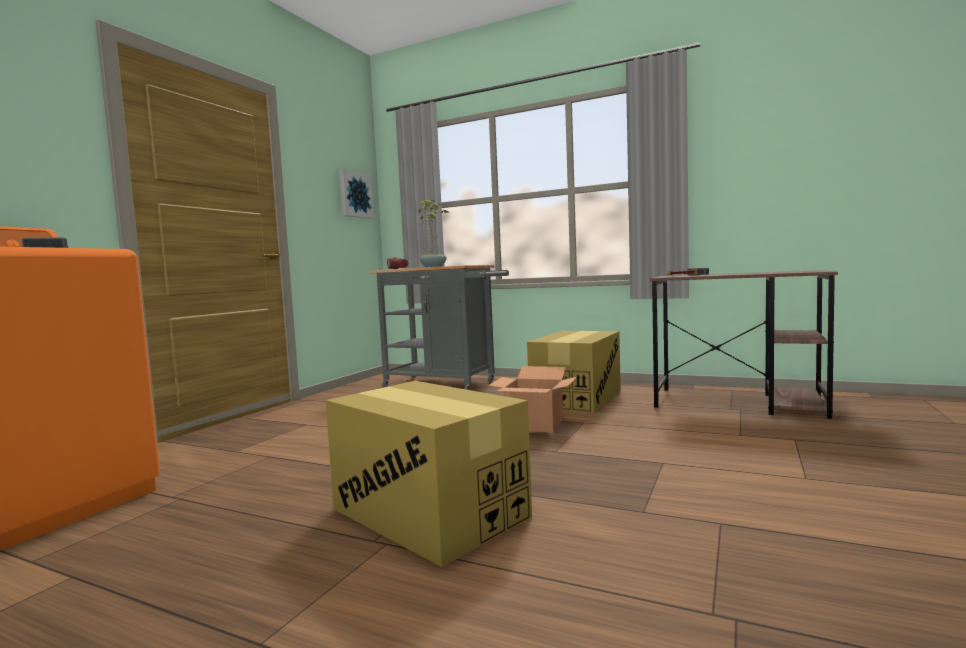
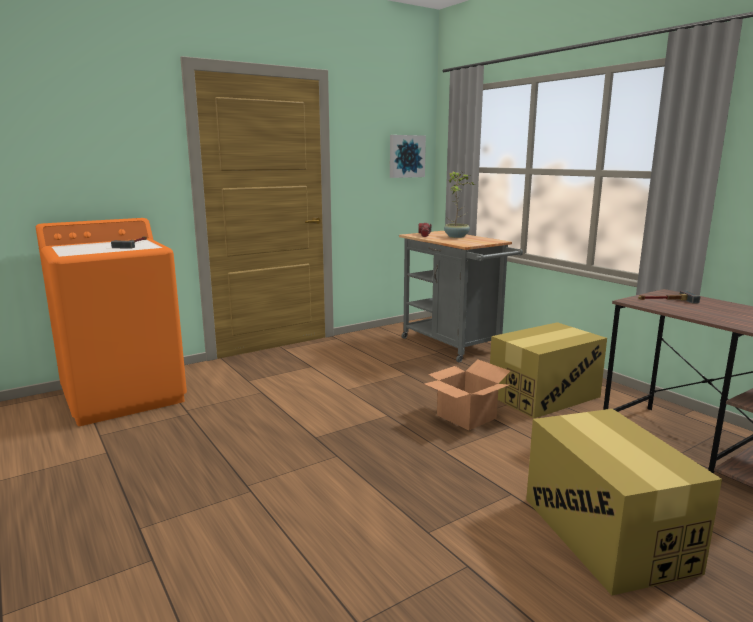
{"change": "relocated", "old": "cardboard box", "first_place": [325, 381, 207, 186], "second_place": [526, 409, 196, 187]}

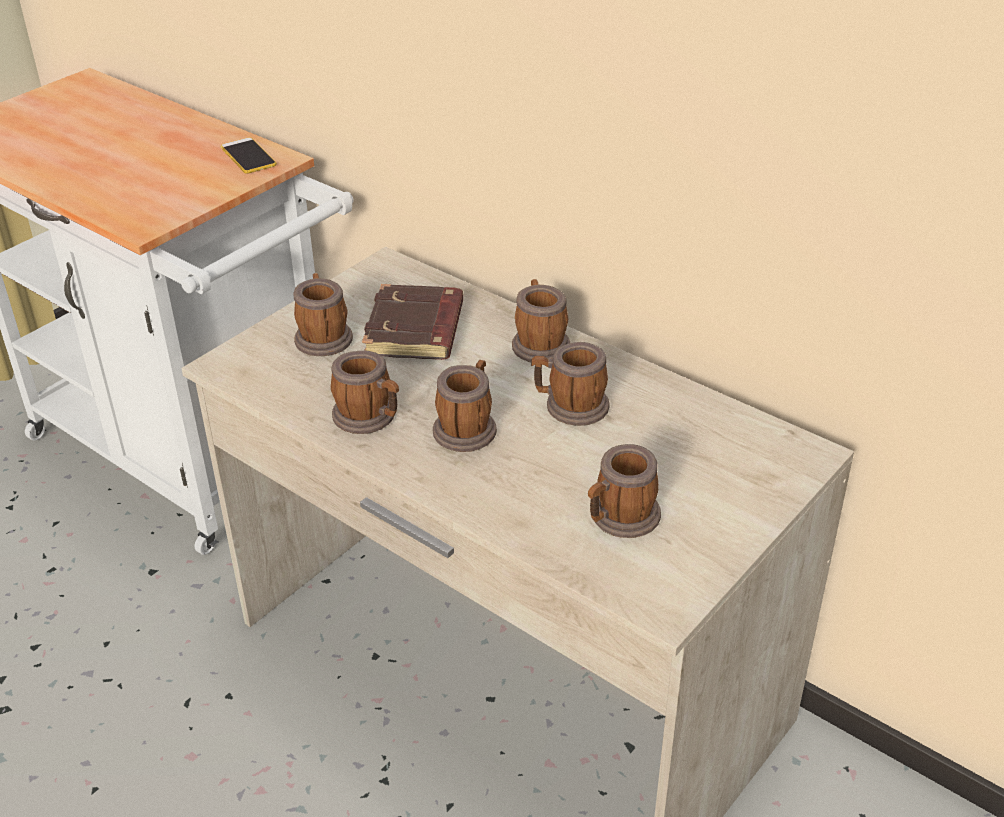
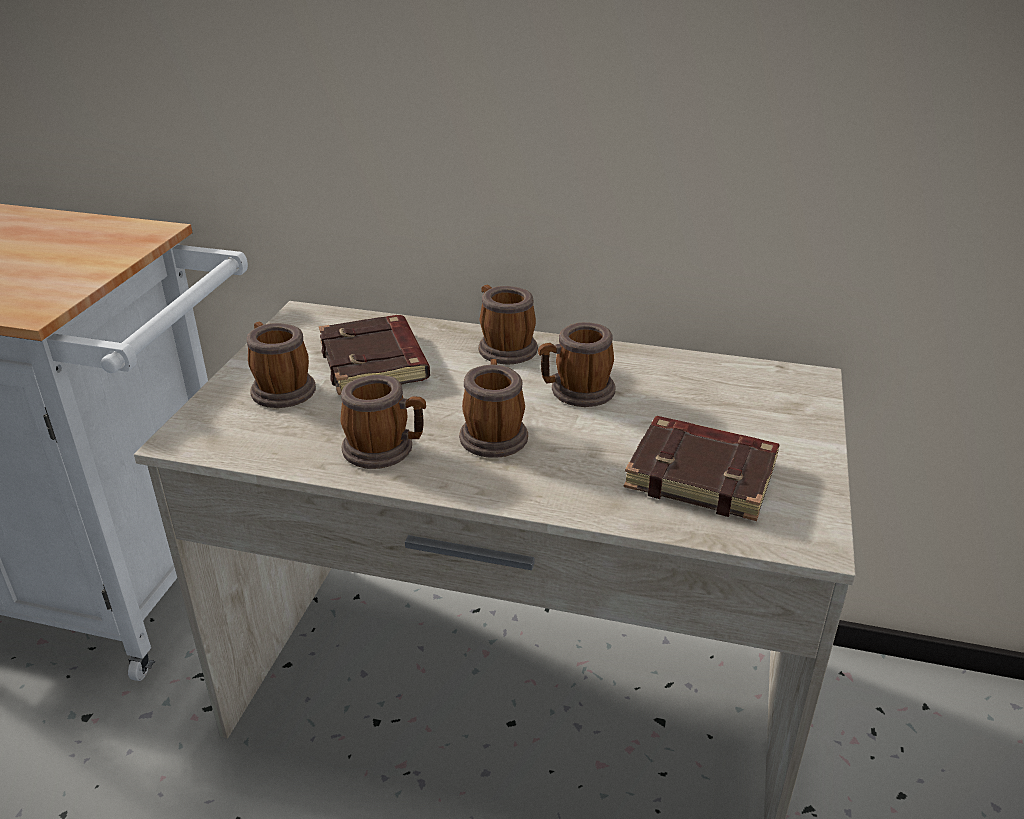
{"change": "missing", "old": "phone", "first_place": [221, 137, 56, 37]}
{"change": "exchanged", "old": "mug", "new": "brown book", "first_place": [588, 444, 73, 94], "second_place": [624, 416, 155, 105]}

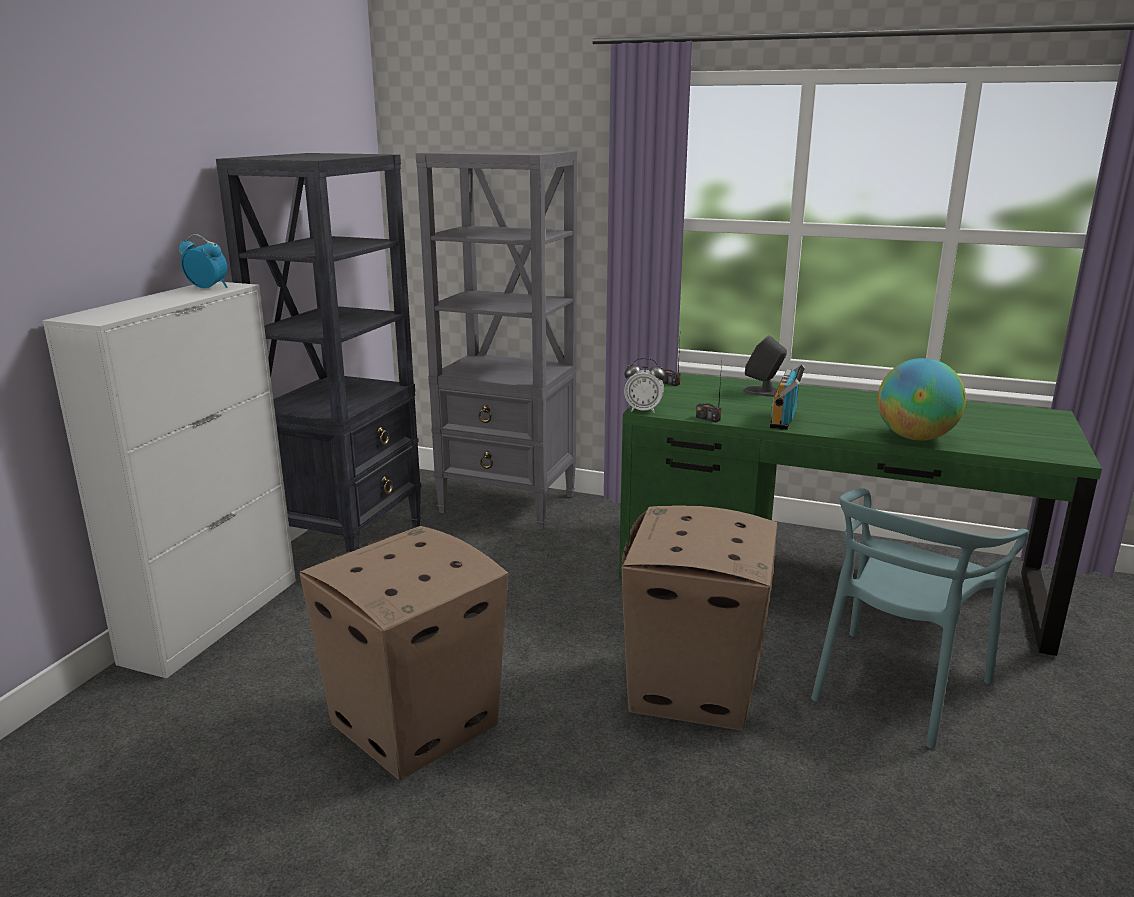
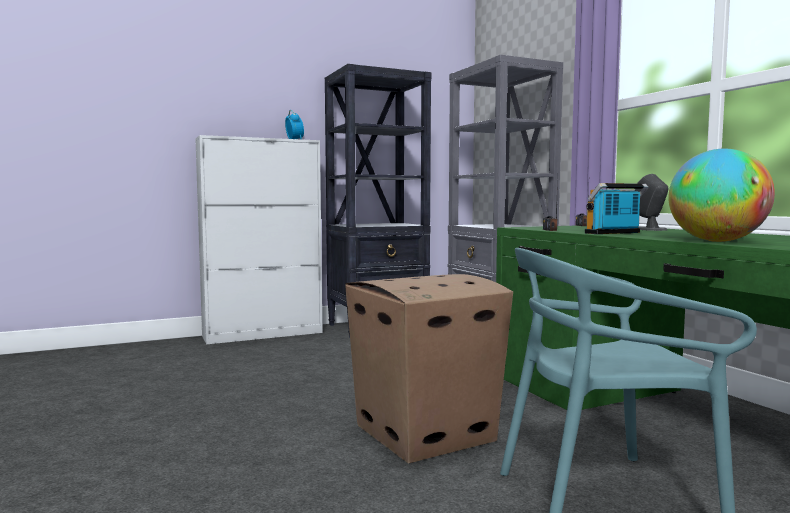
{"change": "missing", "old": "cardboard box", "first_place": [300, 526, 208, 255]}
{"change": "missing", "old": "alarm clock", "first_place": [624, 358, 41, 55]}

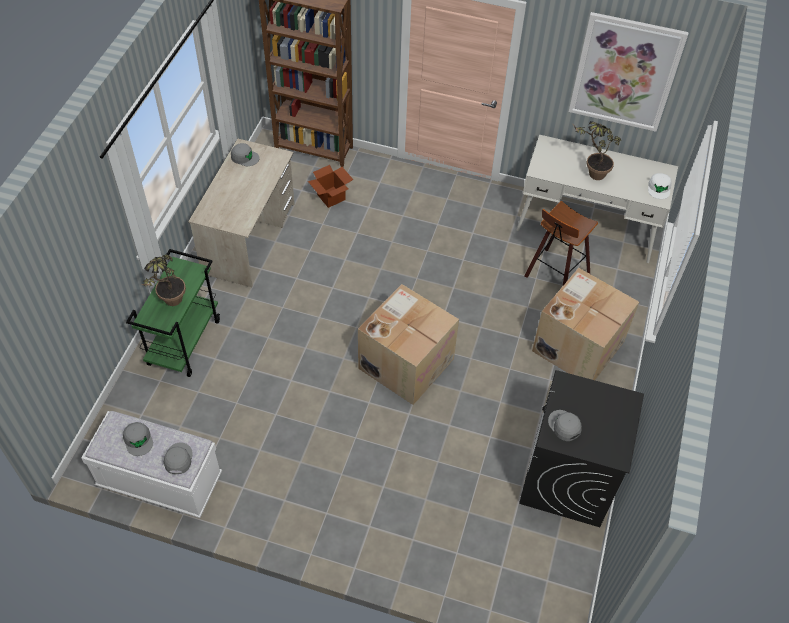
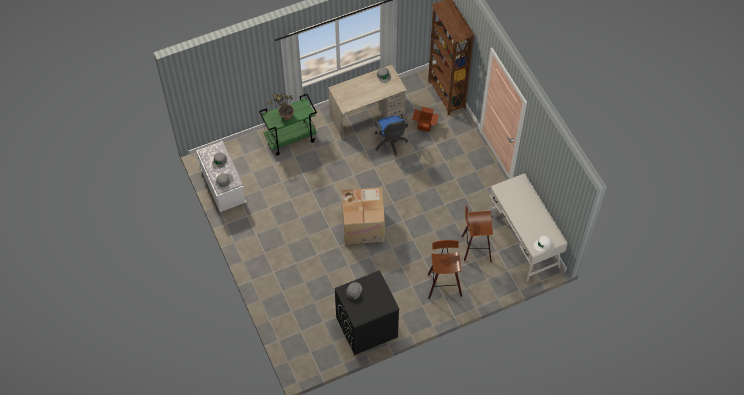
{"change": "missing", "old": "picture", "first_place": [569, 12, 120, 120]}
{"change": "missing", "old": "potted plant", "first_place": [572, 121, 49, 59]}
{"change": "appeared", "new": "blue office chair", "second_place": [374, 113, 34, 43]}
{"change": "exchanged", "old": "cardboard box", "new": "stool", "first_place": [532, 268, 107, 112], "second_place": [428, 240, 34, 59]}

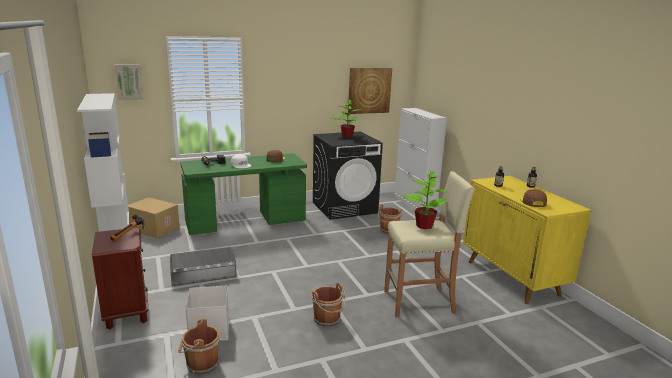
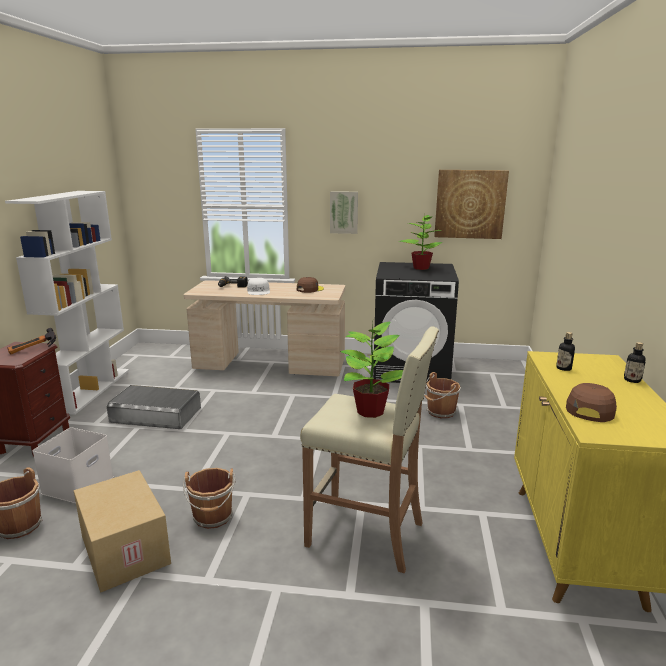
{"change": "missing", "old": "white cabinet", "first_place": [394, 108, 53, 103]}
{"change": "relocated", "old": "picture", "first_place": [115, 65, 29, 35], "second_place": [330, 191, 28, 43]}
{"change": "relocated", "old": "cardboard box", "first_place": [128, 197, 52, 41], "second_place": [74, 470, 97, 122]}
{"change": "colour", "old": "green desk", "new": "beige desk", "first_place": [180, 153, 127, 82], "second_place": [184, 280, 161, 96]}

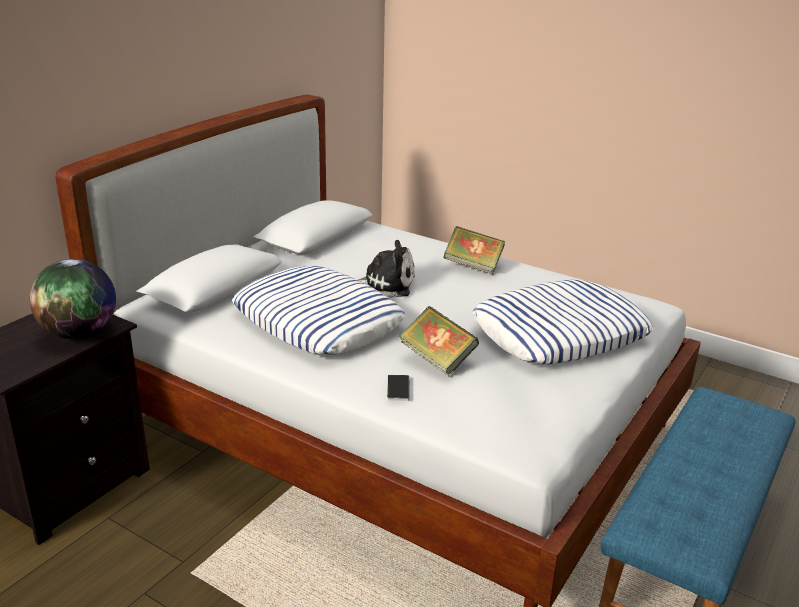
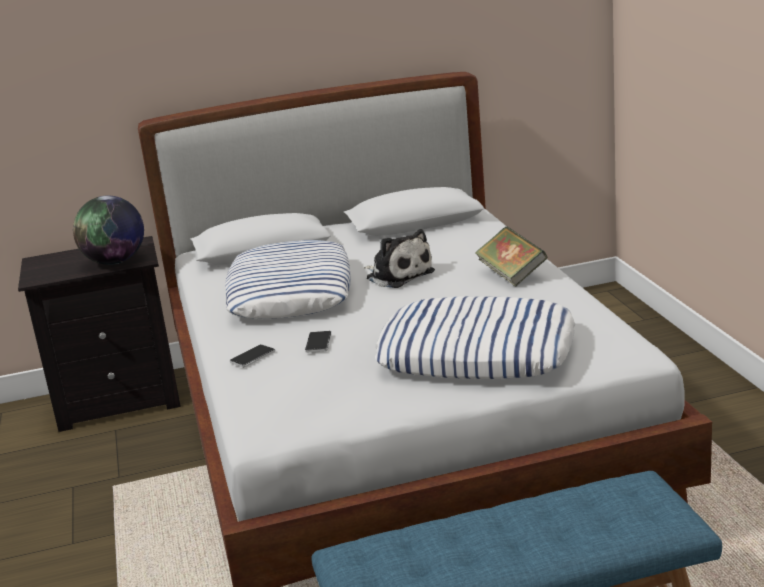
{"change": "exchanged", "old": "book", "new": "phone", "first_place": [399, 306, 80, 70], "second_place": [305, 331, 26, 22]}

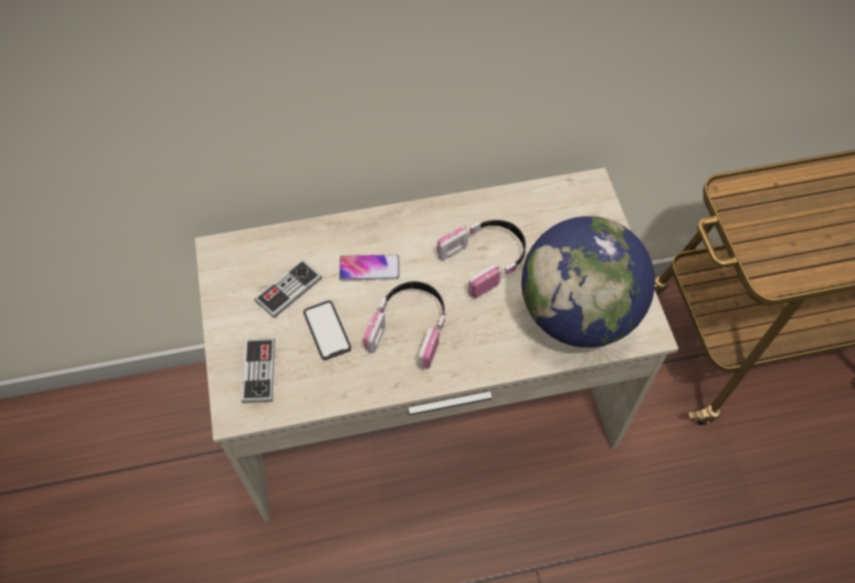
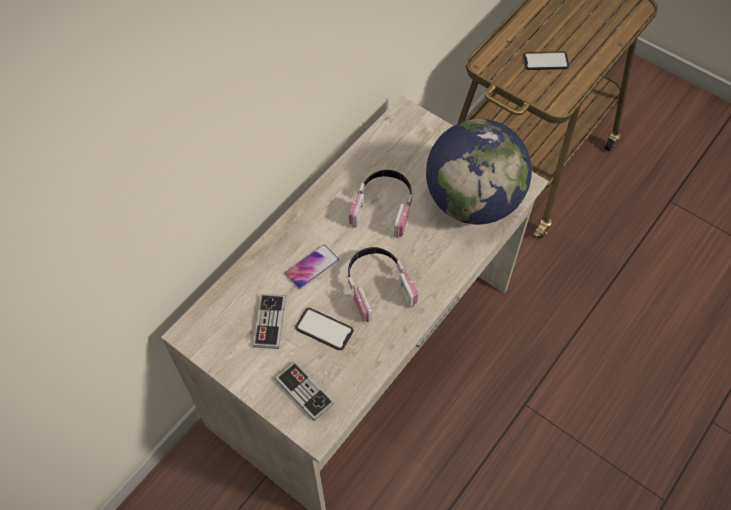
{"change": "appeared", "new": "phone", "second_place": [523, 51, 46, 19]}

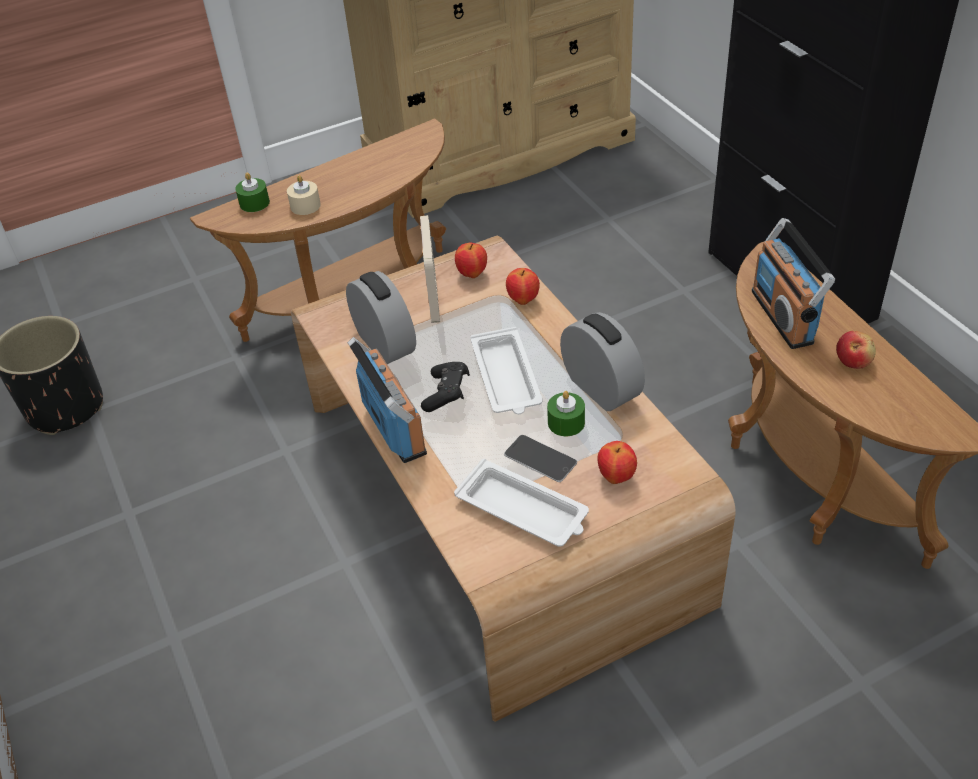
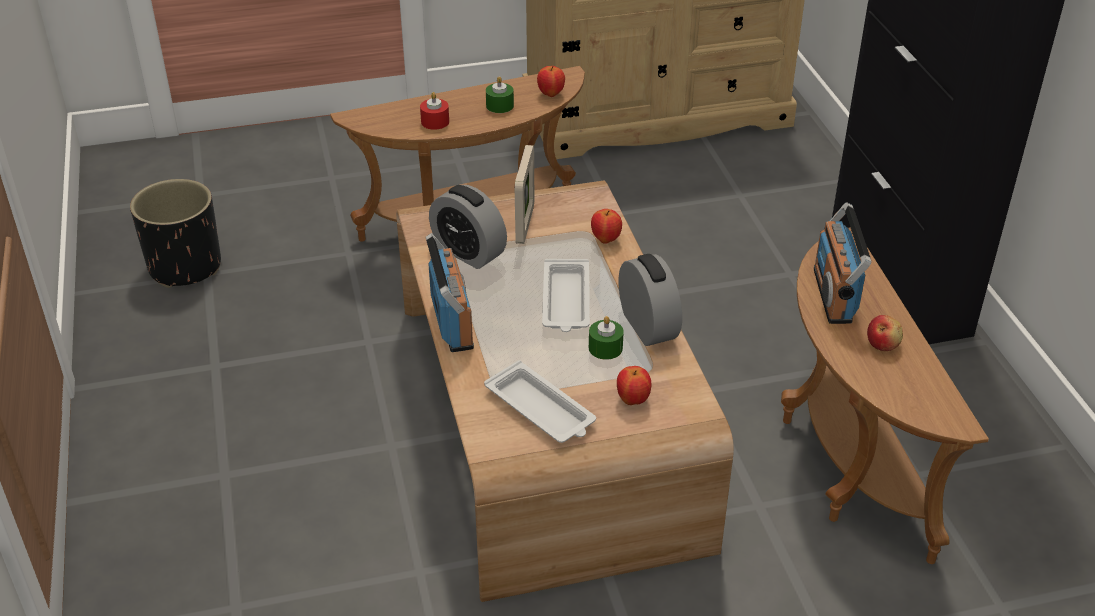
{"change": "missing", "old": "black game controller", "first_place": [421, 362, 49, 50]}
{"change": "missing", "old": "phone", "first_place": [504, 435, 73, 47]}
{"change": "relocated", "old": "green candle", "first_place": [235, 173, 35, 39], "second_place": [486, 76, 28, 37]}
{"change": "relocated", "old": "apple", "first_place": [455, 242, 32, 36], "second_place": [537, 66, 28, 31]}
{"change": "colour", "old": "beige candle", "new": "red candle", "first_place": [287, 175, 34, 40], "second_place": [420, 92, 29, 38]}
{"change": "spun", "old": "alarm clock", "first_place": [346, 271, 70, 93], "second_place": [429, 185, 78, 84], "degrees": 150}

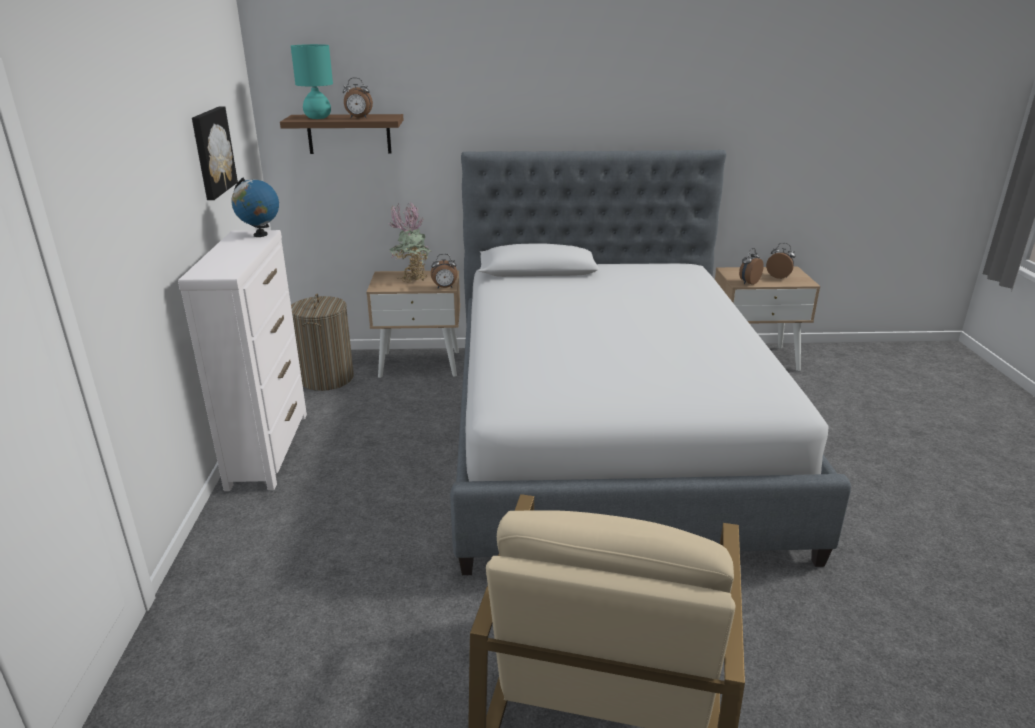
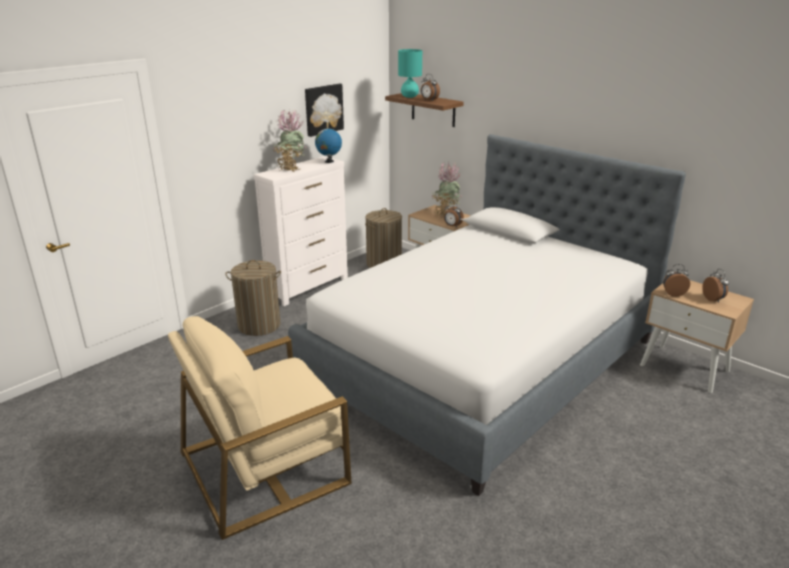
{"change": "appeared", "new": "laundry basket", "second_place": [225, 260, 56, 76]}
{"change": "appeared", "new": "potted plant", "second_place": [273, 110, 33, 62]}

